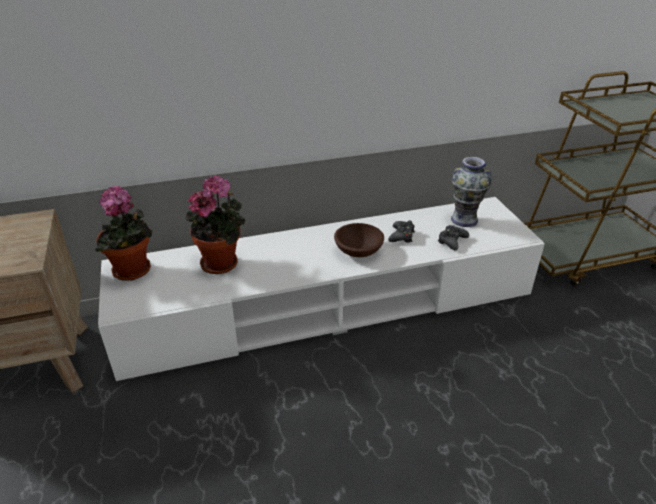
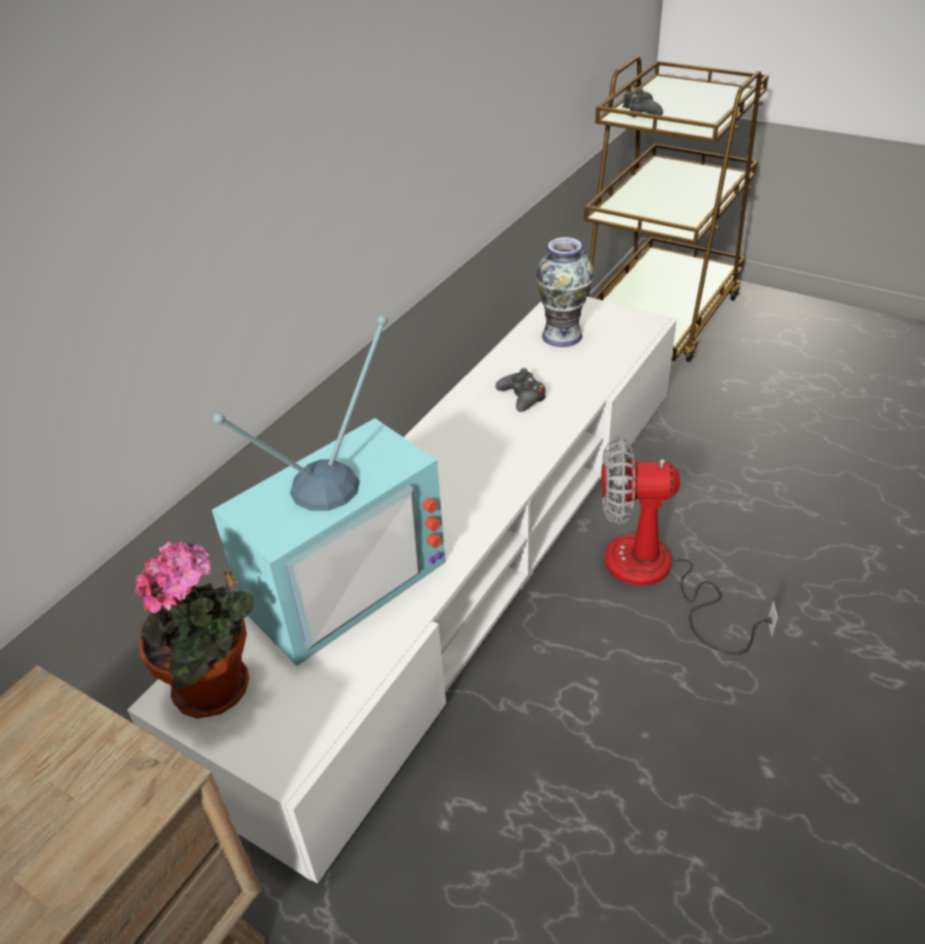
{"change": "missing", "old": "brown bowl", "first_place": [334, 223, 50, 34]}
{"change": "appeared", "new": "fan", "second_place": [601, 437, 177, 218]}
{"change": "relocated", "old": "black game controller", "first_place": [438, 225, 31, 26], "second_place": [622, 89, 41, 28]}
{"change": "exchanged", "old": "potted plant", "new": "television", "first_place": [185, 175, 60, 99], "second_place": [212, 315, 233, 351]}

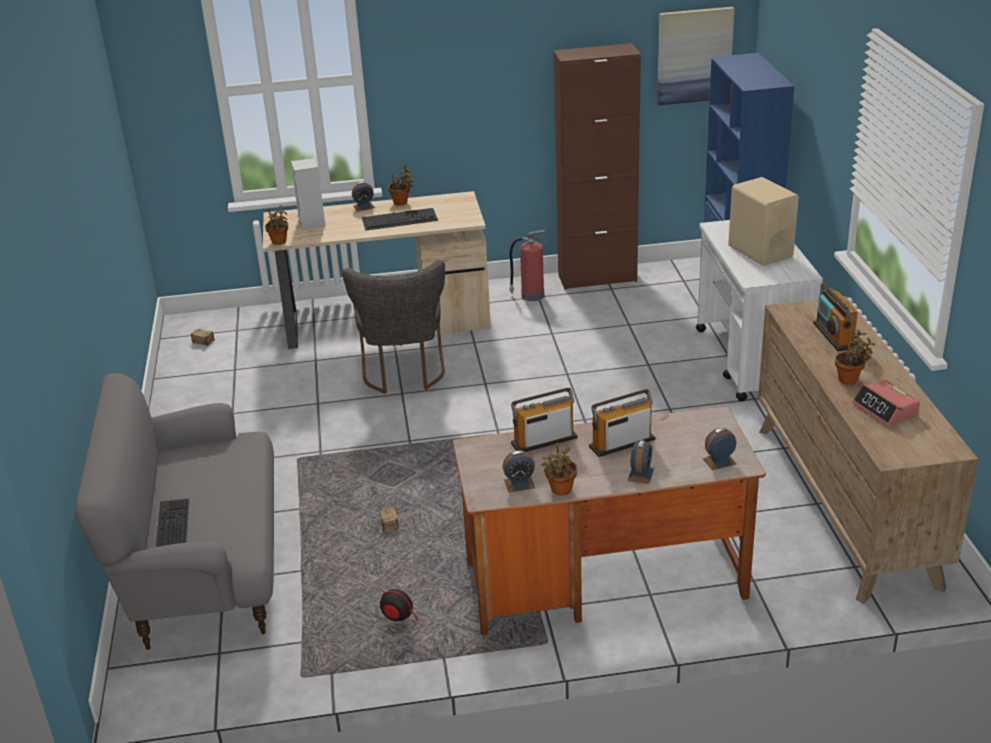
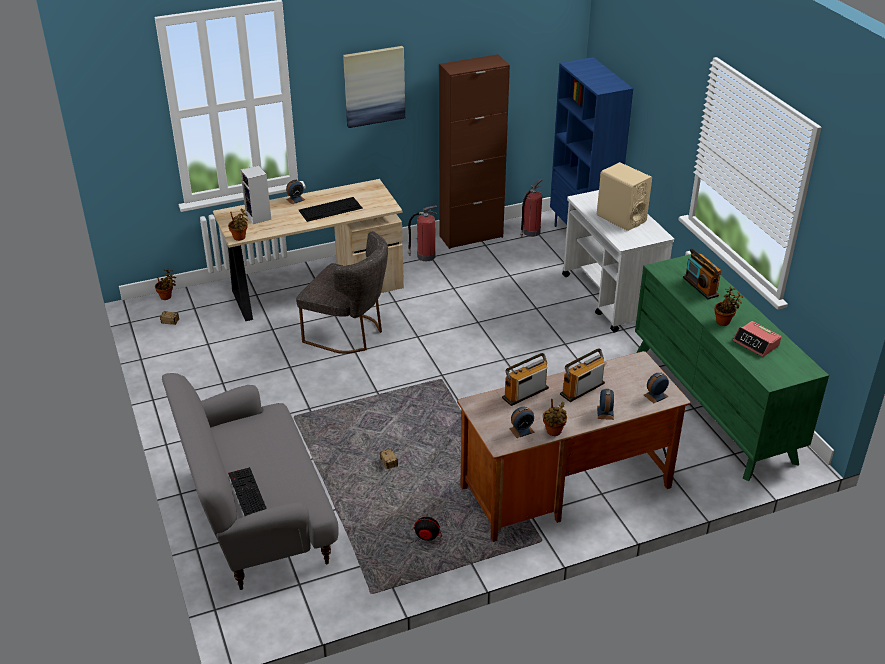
{"change": "appeared", "new": "fire extinguisher", "second_place": [520, 179, 22, 58]}
{"change": "relocated", "old": "potted plant", "first_place": [388, 165, 27, 41], "second_place": [155, 268, 21, 32]}
{"change": "relocated", "old": "picture", "first_place": [657, 7, 78, 98], "second_place": [343, 46, 62, 82]}
{"change": "colour", "old": "brown dresser", "new": "green dresser", "first_place": [758, 296, 220, 308], "second_place": [635, 254, 194, 227]}
{"change": "spun", "old": "grey chair", "first_place": [342, 260, 103, 134], "second_place": [296, 231, 92, 123], "degrees": -45}

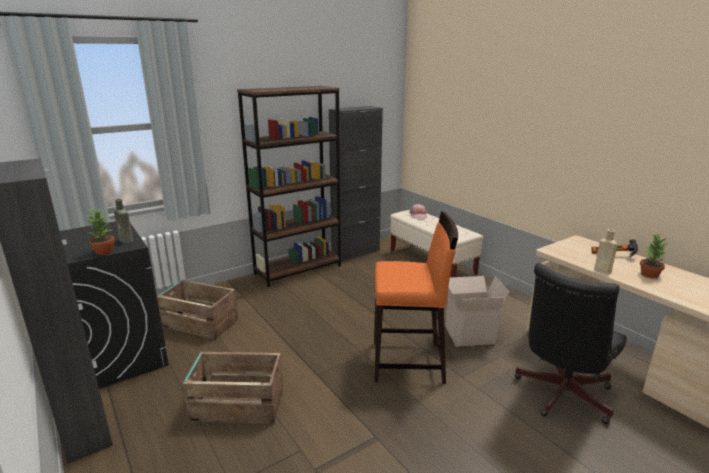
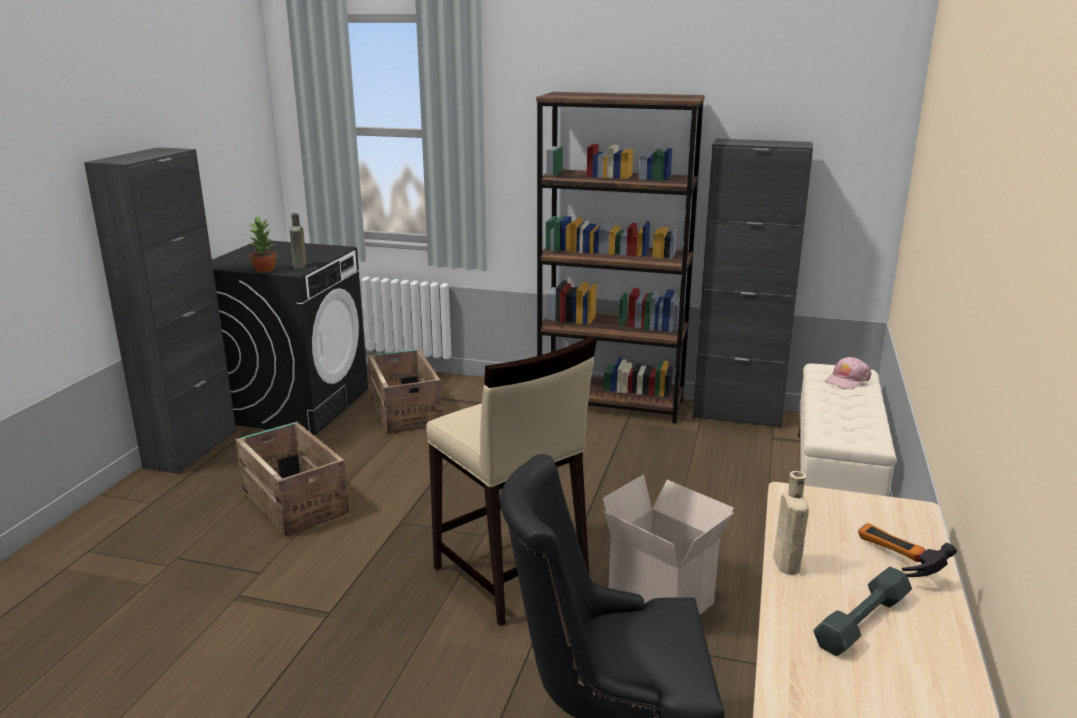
{"change": "exchanged", "old": "potted plant", "new": "grey dumbbell", "first_place": [640, 234, 30, 44], "second_place": [813, 567, 99, 89]}
{"change": "colour", "old": "orange stool", "new": "beige stool", "first_place": [374, 211, 84, 173], "second_place": [426, 336, 171, 290]}

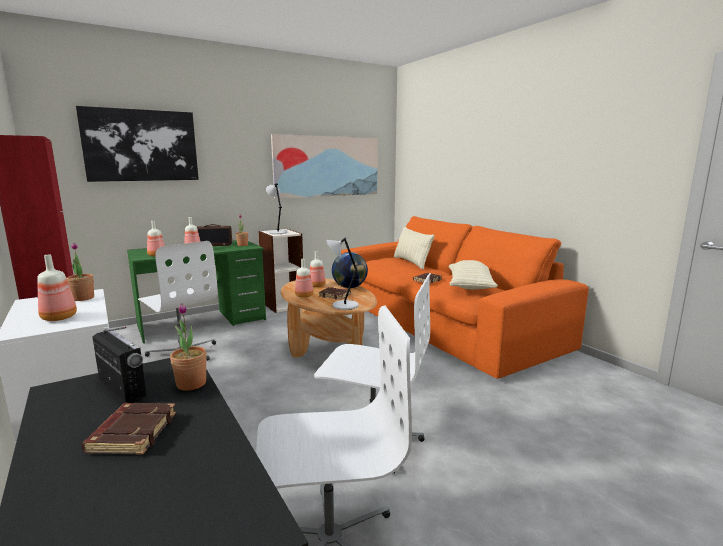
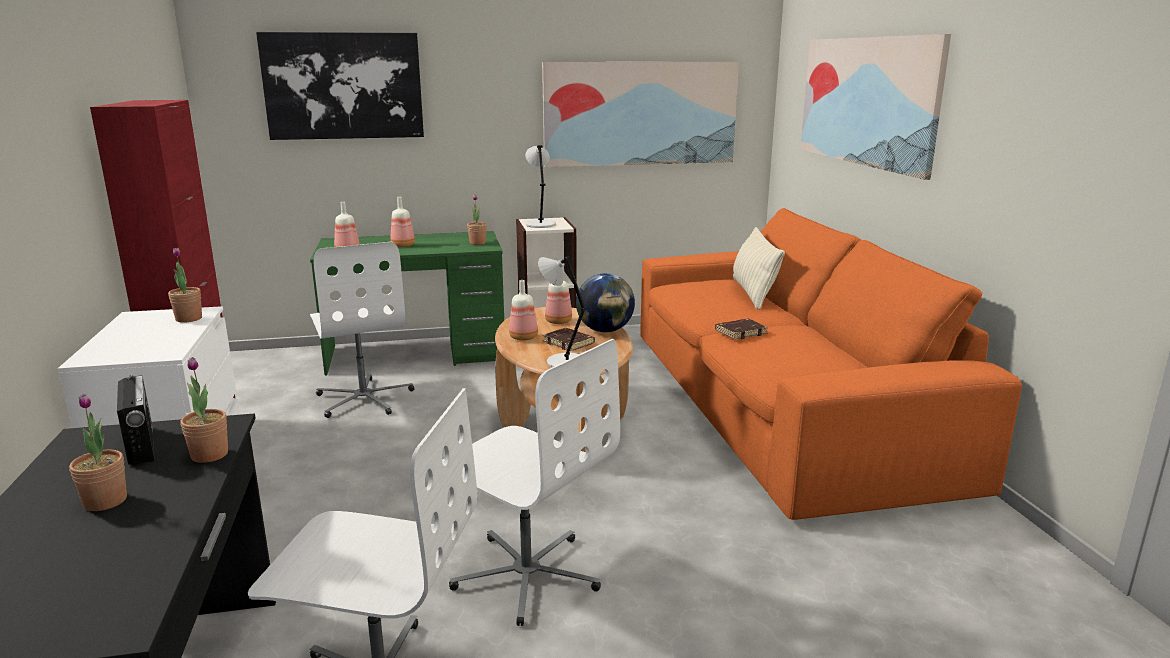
{"change": "missing", "old": "bottle", "first_place": [37, 254, 40, 67]}
{"change": "missing", "old": "radio", "first_place": [197, 224, 35, 22]}
{"change": "missing", "old": "beige pillow", "first_place": [449, 260, 49, 30]}
{"change": "appeared", "new": "picture", "second_place": [800, 34, 151, 146]}
{"change": "exchanged", "old": "brown book", "new": "potted plant", "first_place": [82, 403, 94, 52], "second_place": [69, 394, 58, 117]}

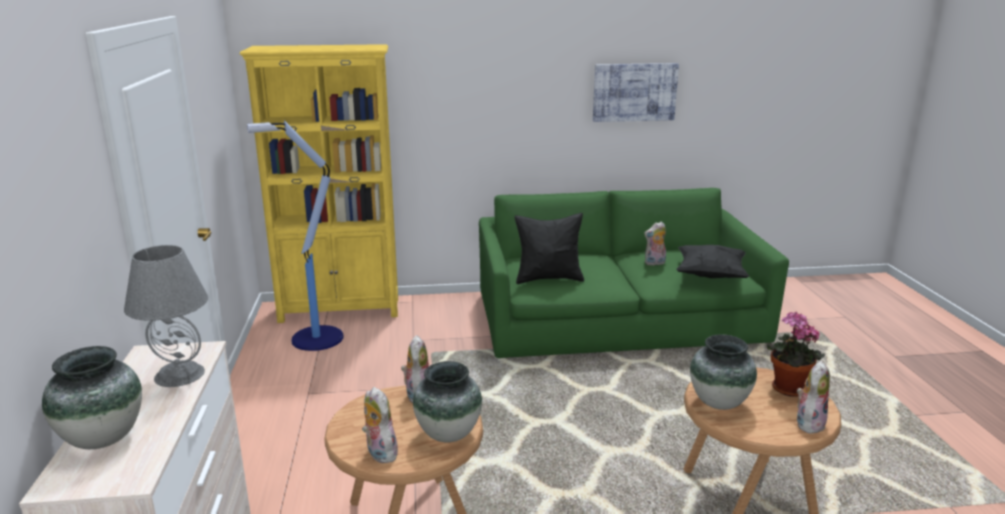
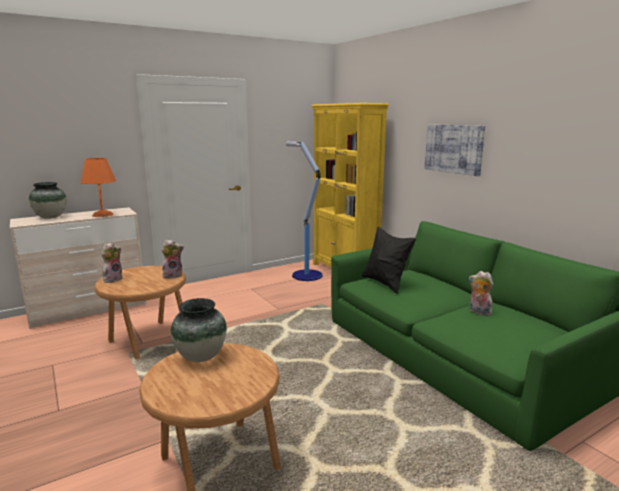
{"change": "missing", "old": "vase", "first_place": [413, 361, 69, 82]}
{"change": "missing", "old": "black pillow", "first_place": [676, 245, 73, 33]}
{"change": "missing", "old": "potted plant", "first_place": [767, 312, 58, 85]}
{"change": "missing", "old": "plush toy", "first_place": [797, 361, 33, 73]}
{"change": "relocated", "old": "picture", "first_place": [593, 63, 86, 59], "second_place": [424, 124, 61, 52]}
{"change": "colour", "old": "grey table lamp", "new": "orange table lamp", "first_place": [124, 245, 84, 142], "second_place": [81, 158, 35, 59]}

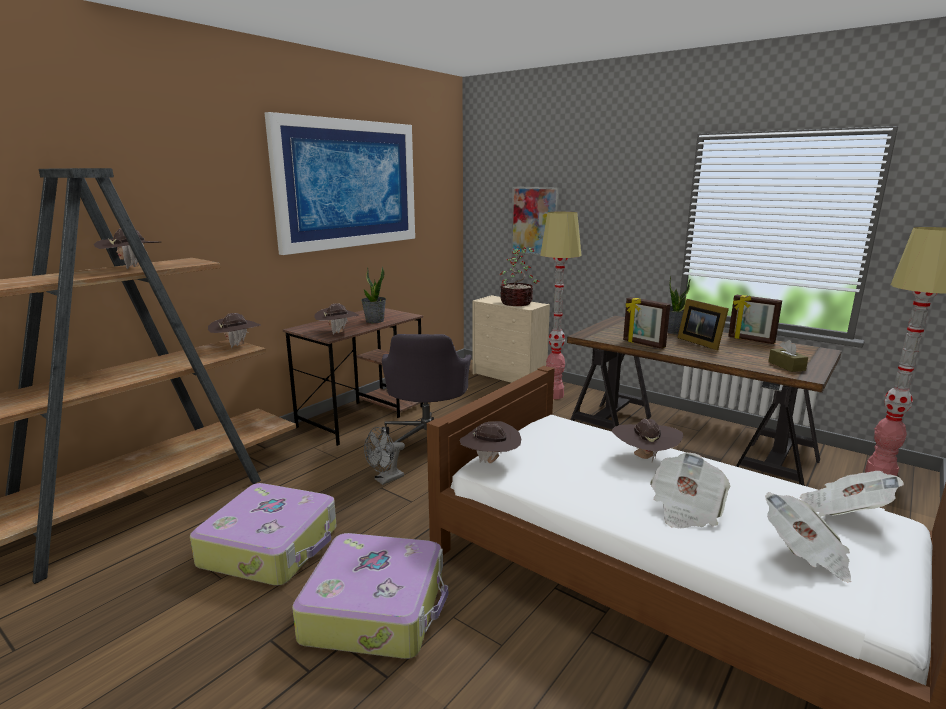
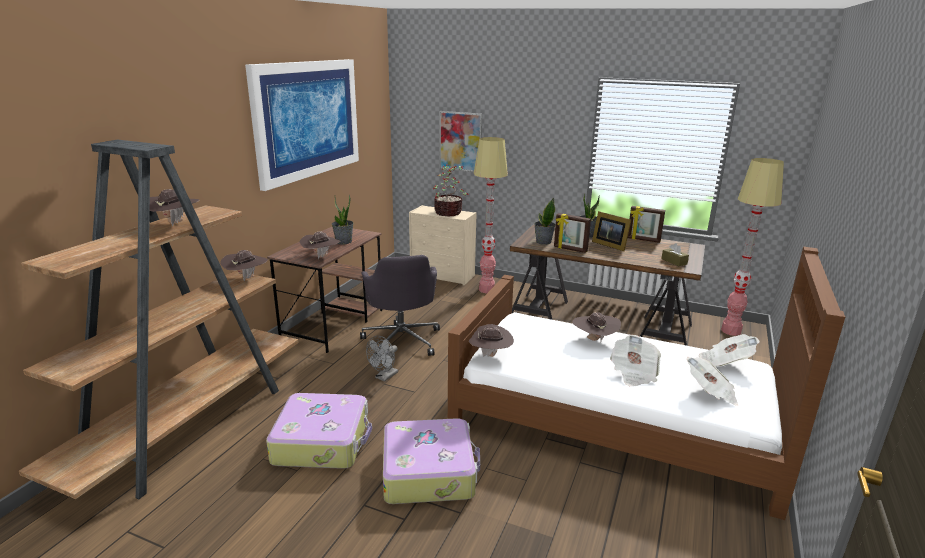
{"change": "appeared", "new": "potted plant", "second_place": [534, 197, 21, 48]}

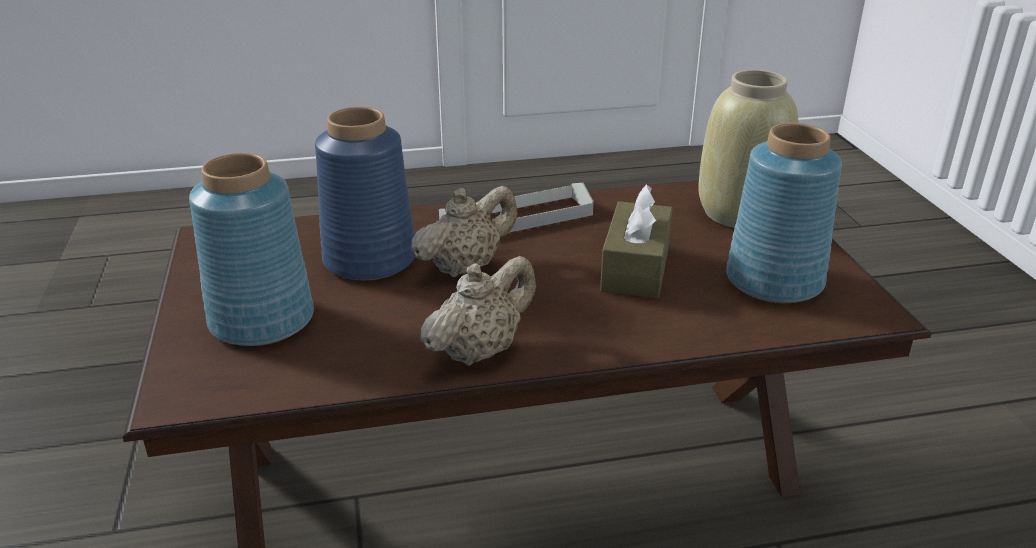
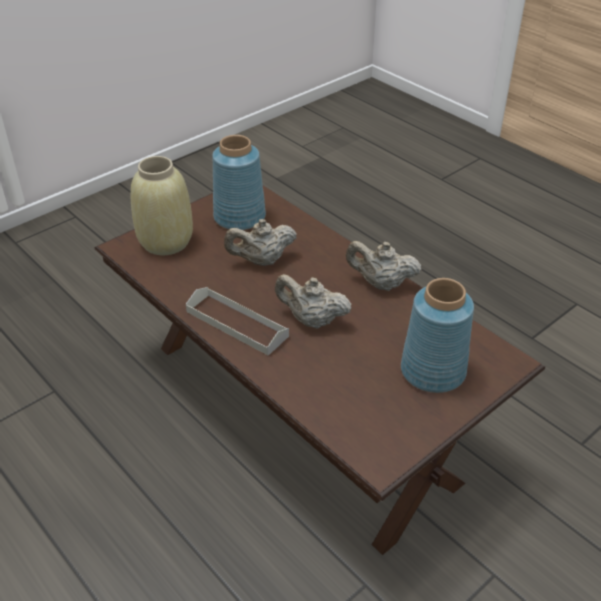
{"change": "missing", "old": "blue vase", "first_place": [315, 107, 100, 173]}
{"change": "exchanged", "old": "brown tissue box", "new": "beige teapot", "first_place": [600, 185, 73, 114], "second_place": [224, 219, 73, 47]}

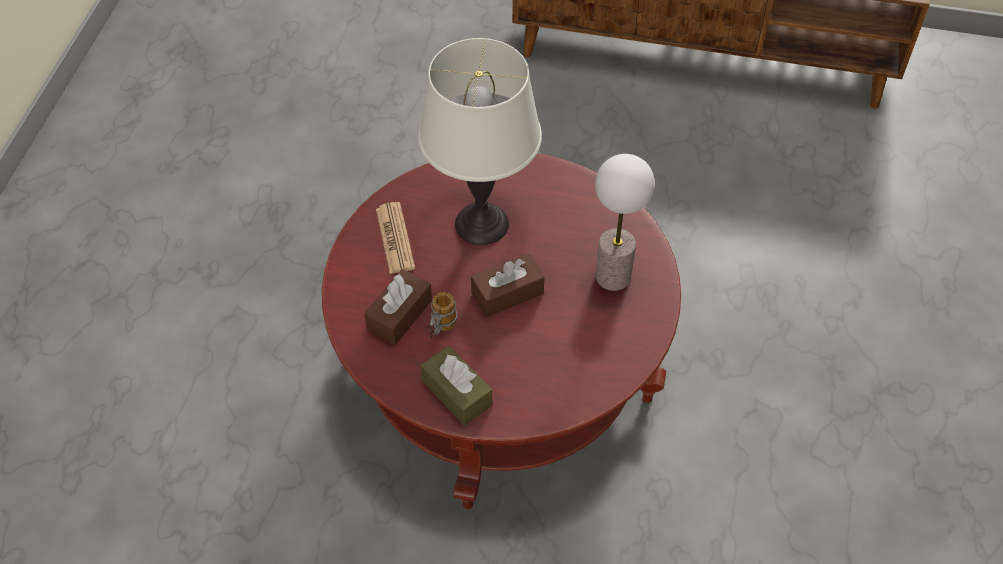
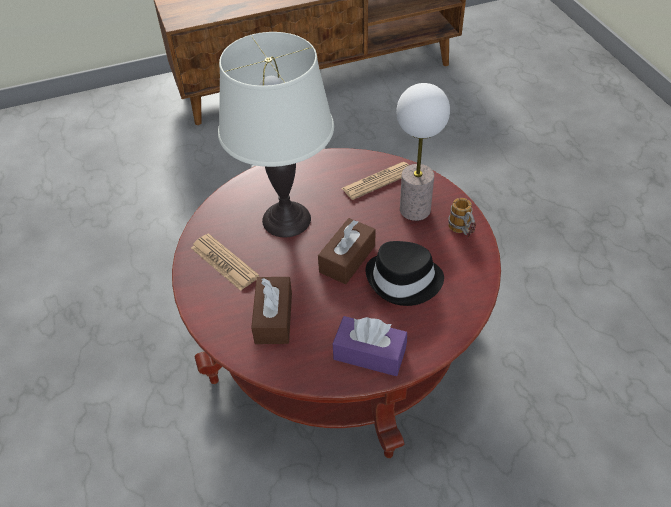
{"change": "appeared", "new": "newspaper", "second_place": [342, 162, 67, 38]}
{"change": "appeared", "new": "black hat", "second_place": [366, 241, 78, 65]}
{"change": "relocated", "old": "mug", "first_place": [428, 292, 29, 46], "second_place": [448, 198, 28, 40]}
{"change": "colour", "old": "brown tissue box", "new": "purple tissue box", "first_place": [421, 346, 71, 80], "second_place": [333, 316, 74, 60]}

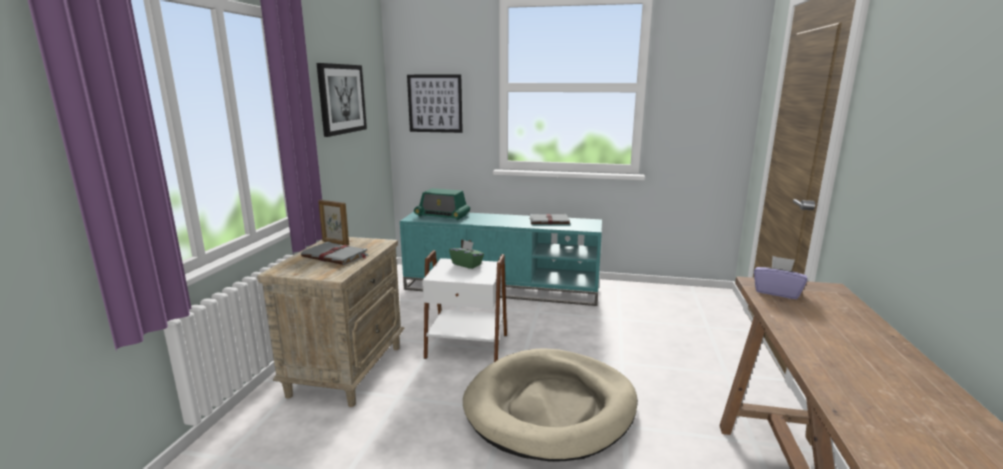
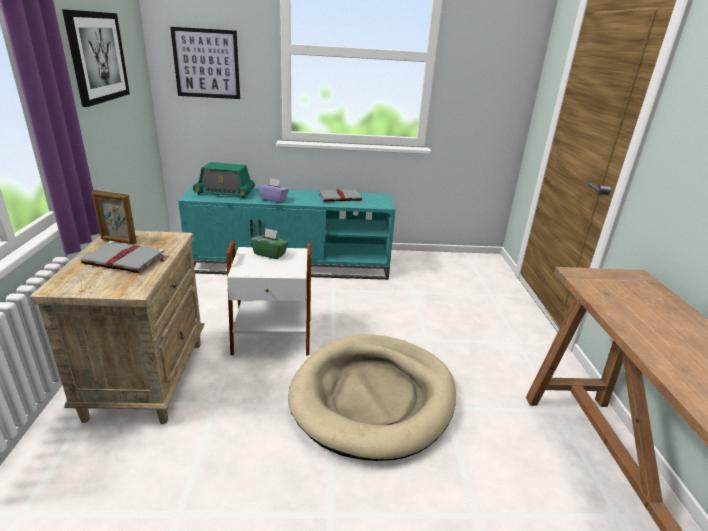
{"change": "relocated", "old": "purple tissue box", "first_place": [754, 256, 53, 43], "second_place": [258, 178, 31, 25]}

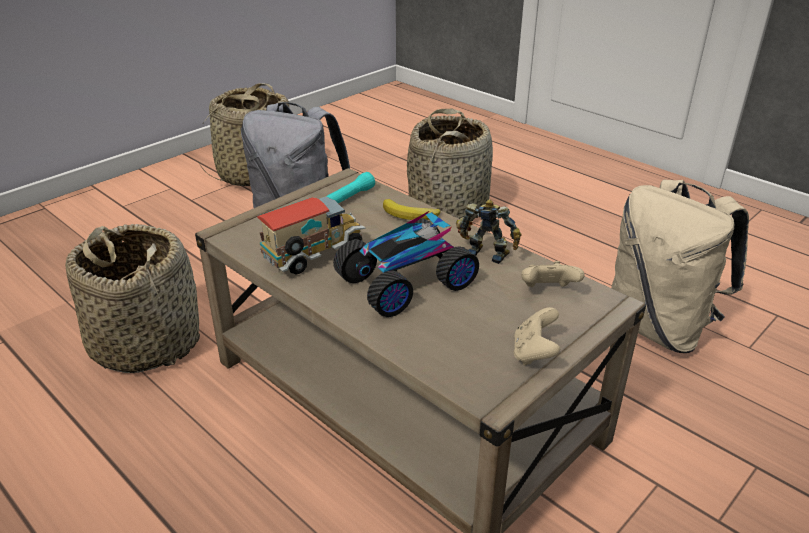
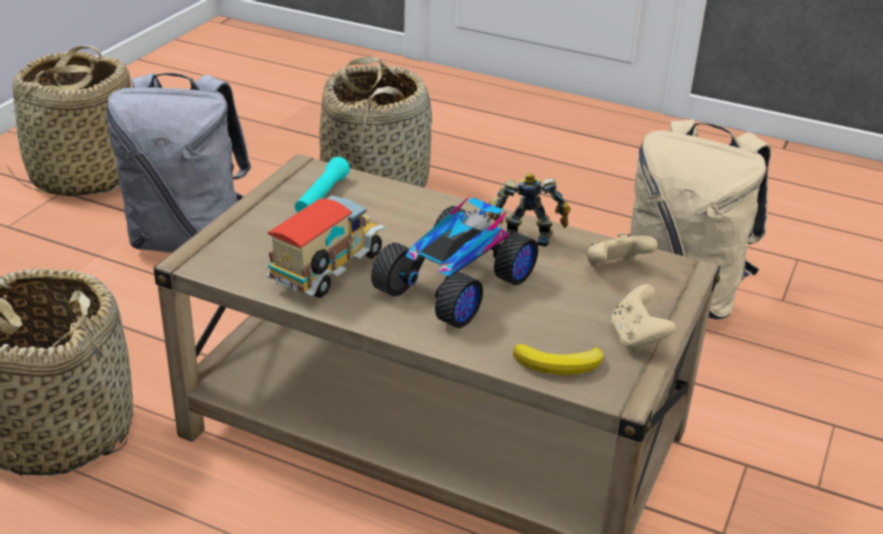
{"change": "relocated", "old": "banana", "first_place": [383, 199, 58, 21], "second_place": [513, 344, 90, 31]}

